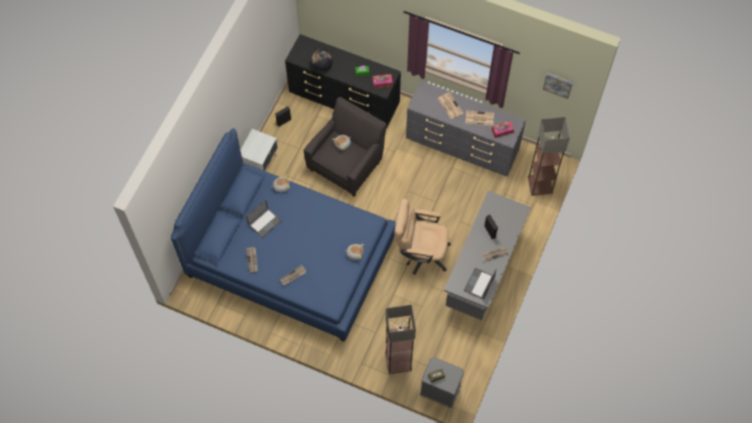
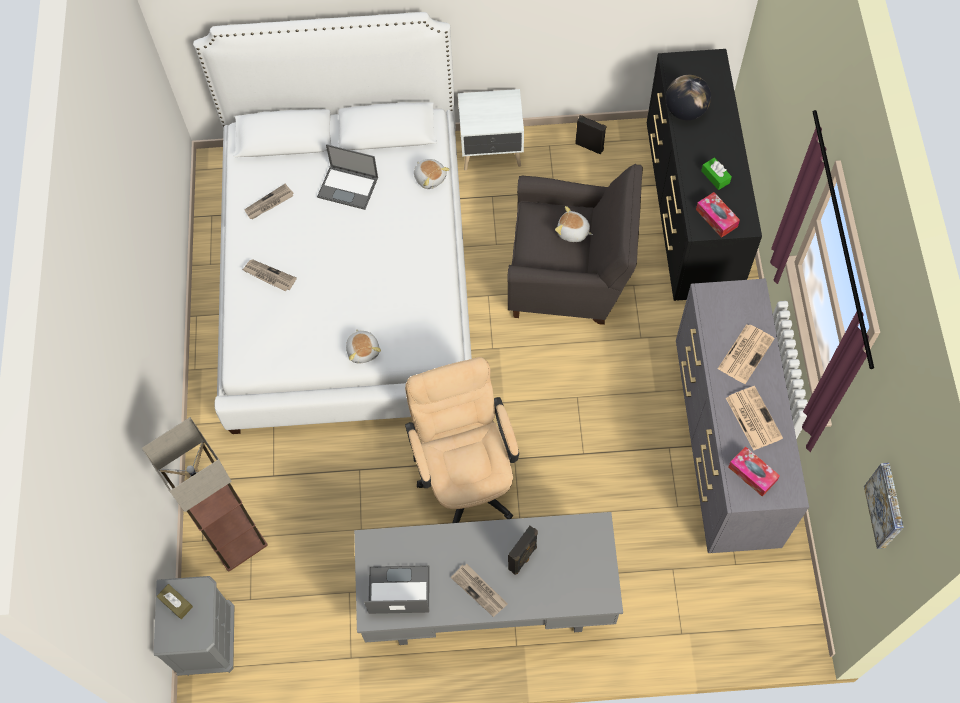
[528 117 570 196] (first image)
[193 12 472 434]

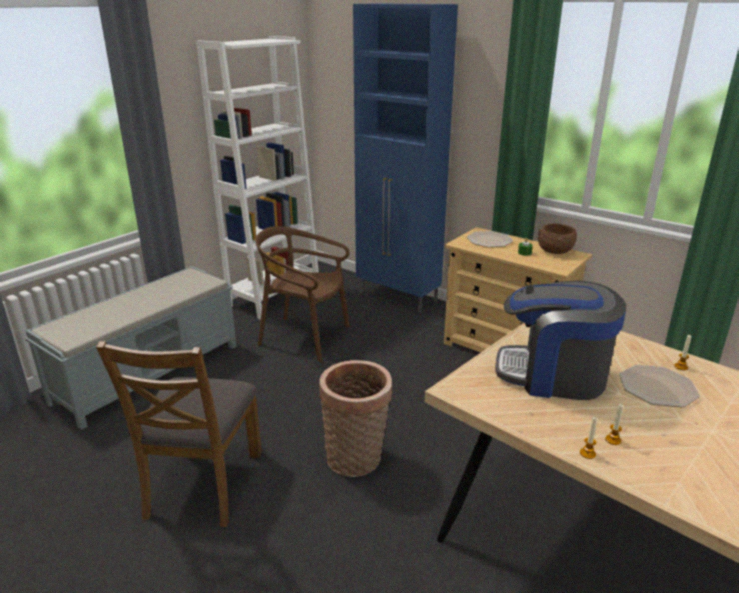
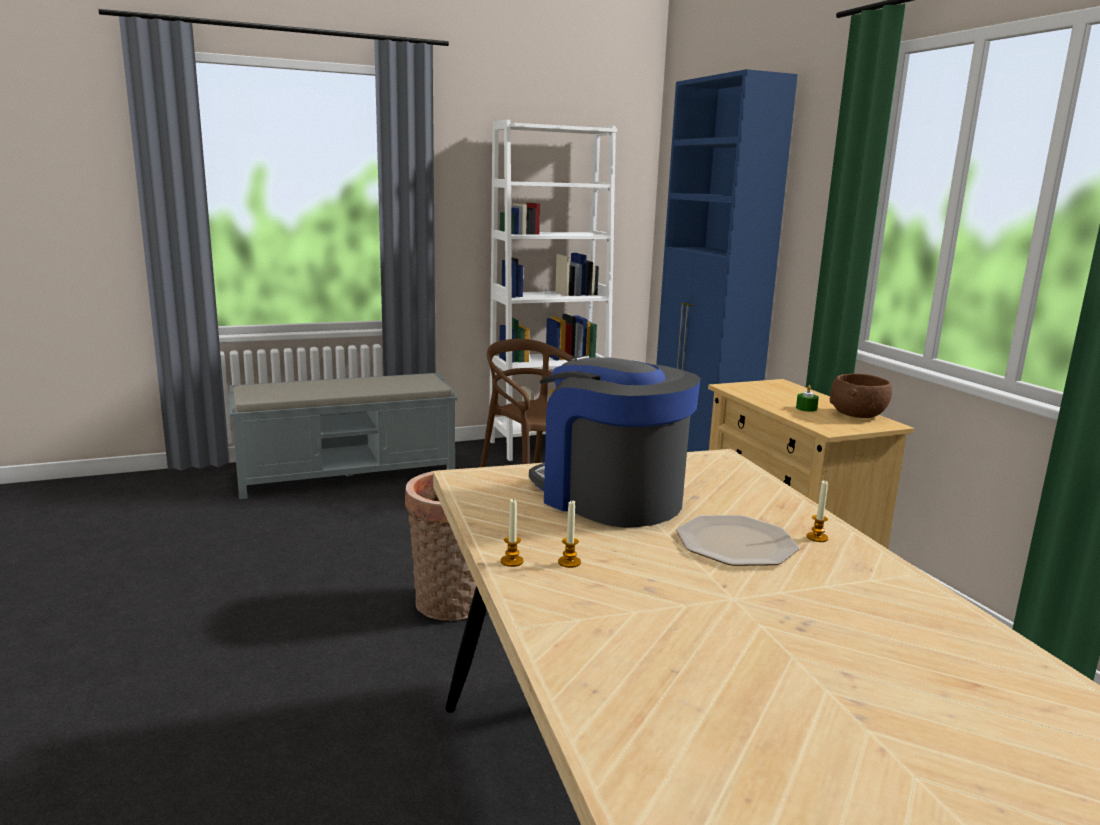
[467 231 513 247] (first image)
[96 341 262 527] (first image)

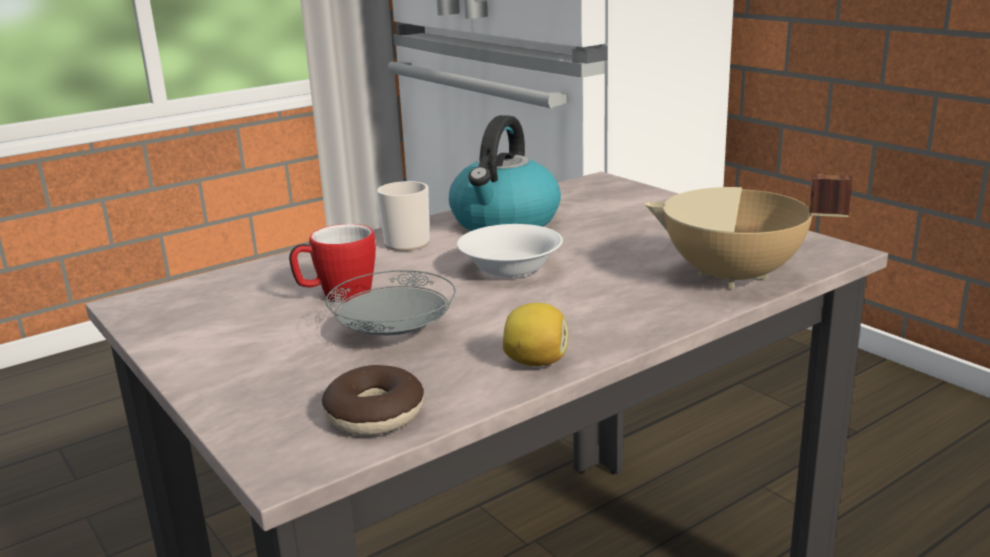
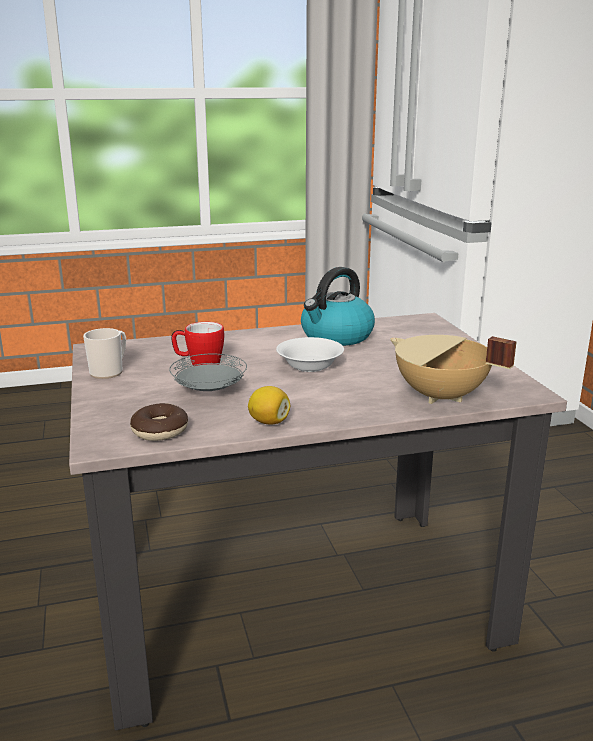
[83 328 126 379]

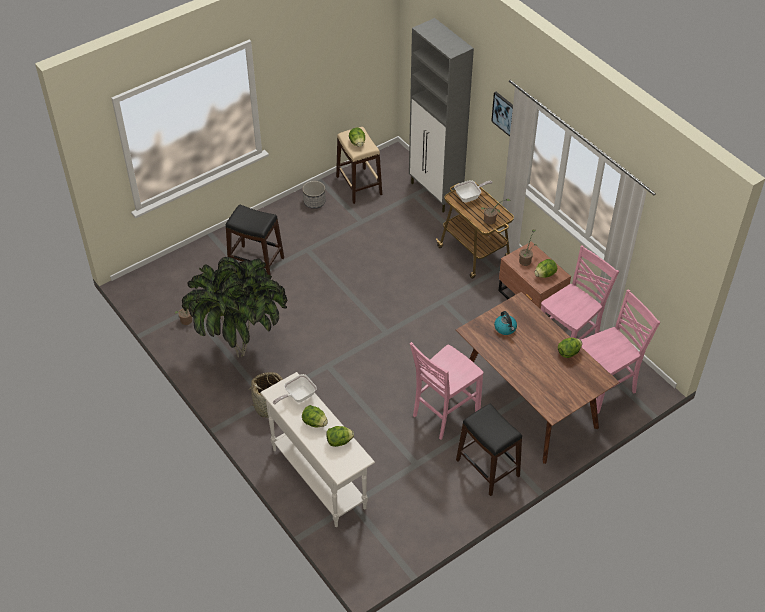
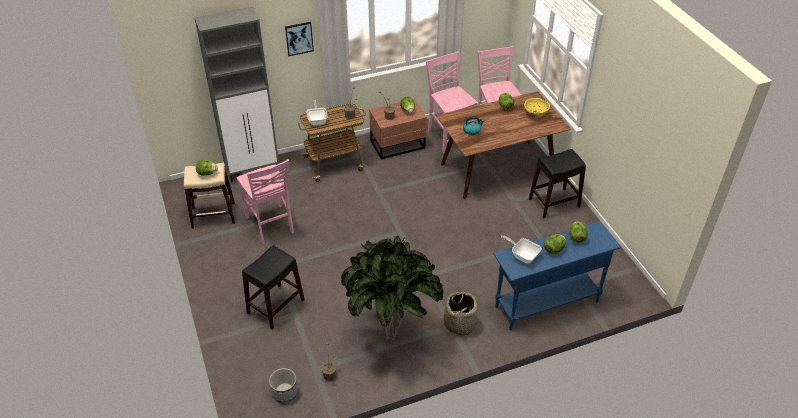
[269 368 298 402]
[237 159 294 244]
[493 221 621 331]
[501 235 542 264]
[524 98 550 117]

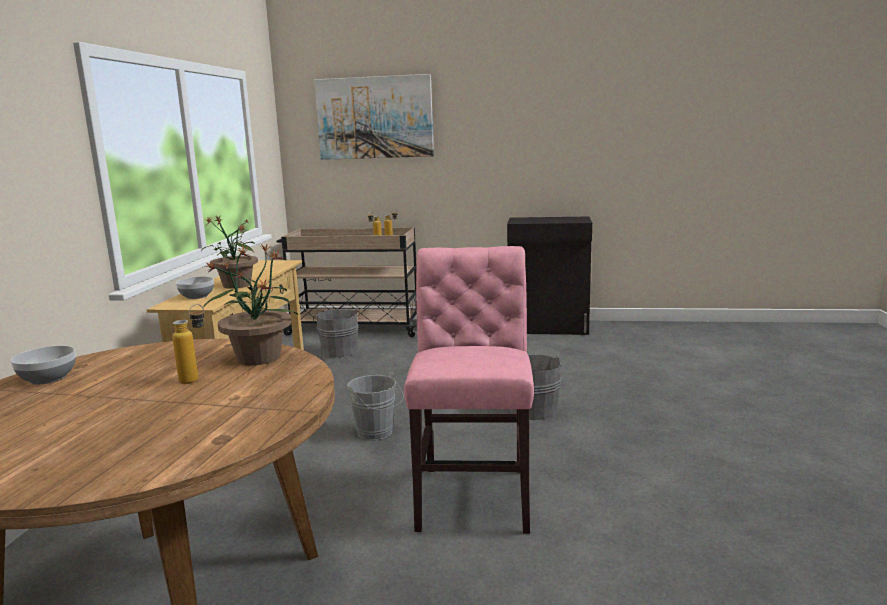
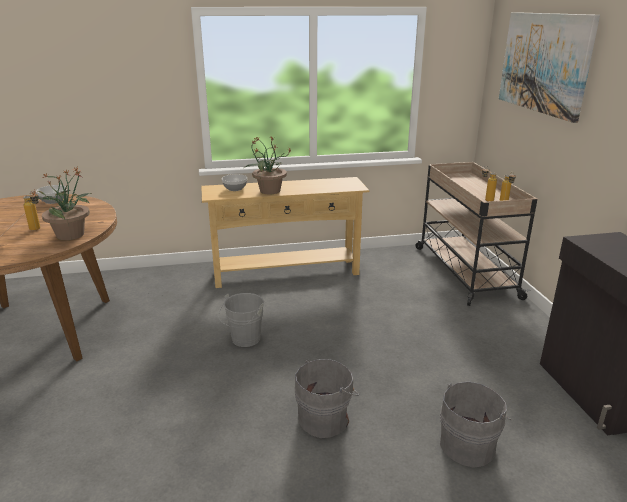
[404 246 534 534] (first image)
[440 381 512 468]

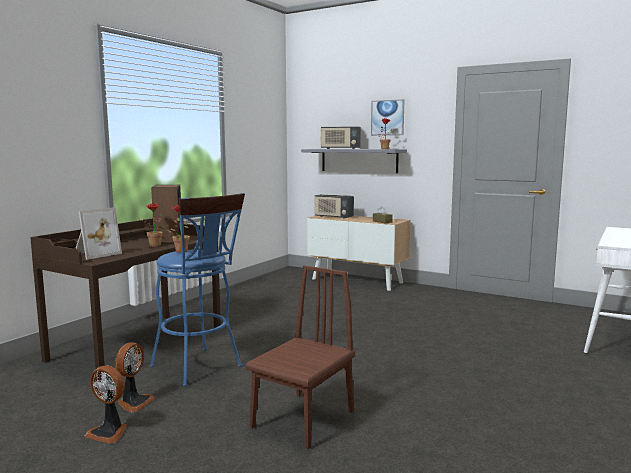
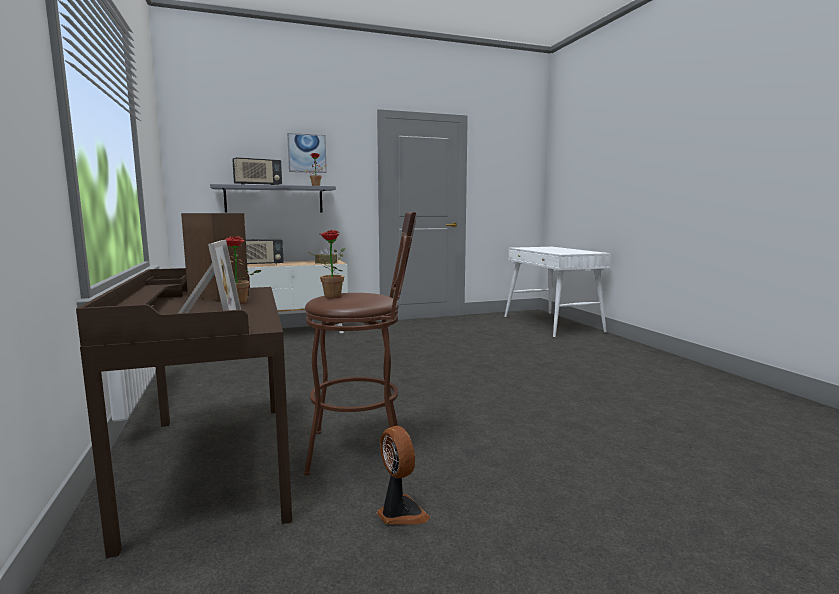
[304 212 418 476]
[246 265 355 449] (first image)
[84 365 127 444] (first image)

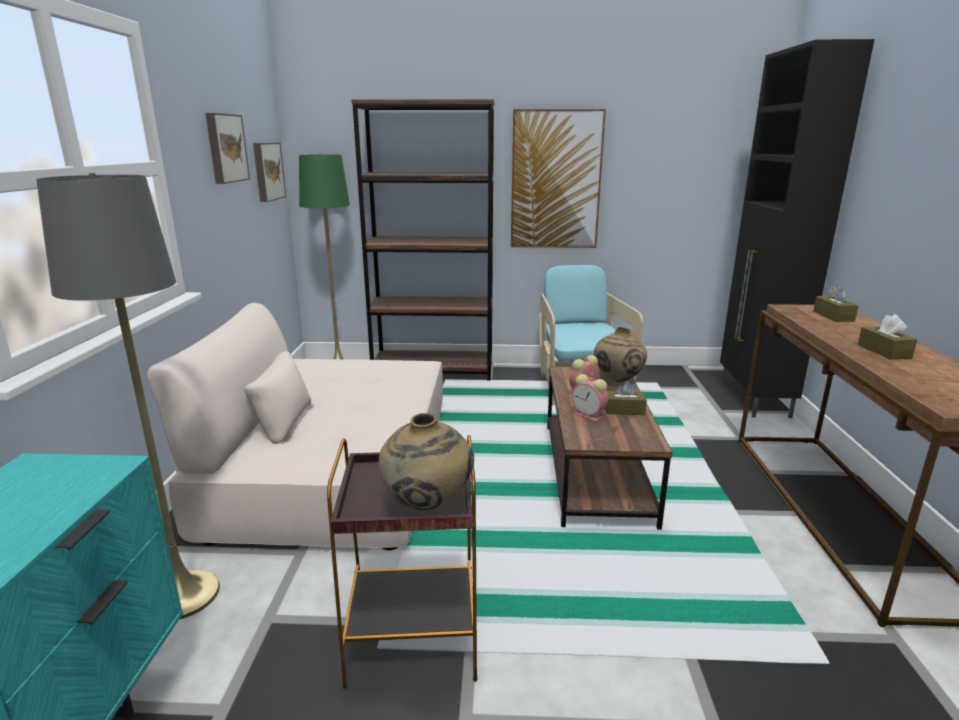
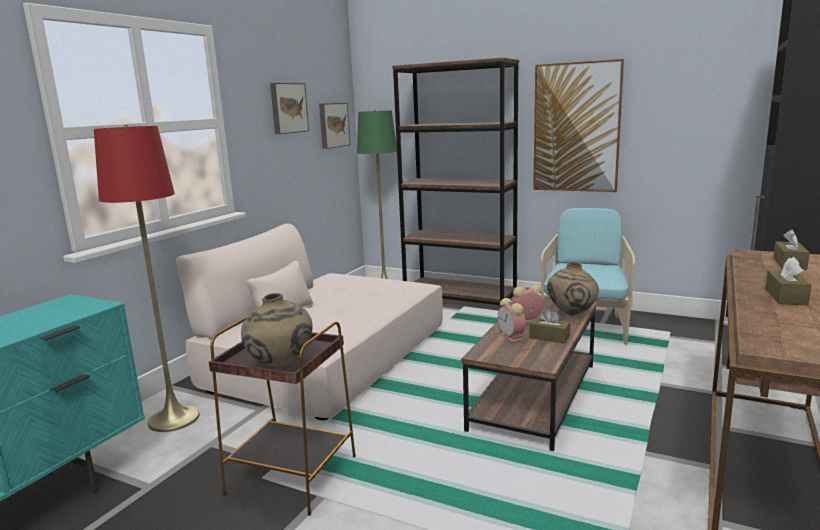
[94 125 200 432]

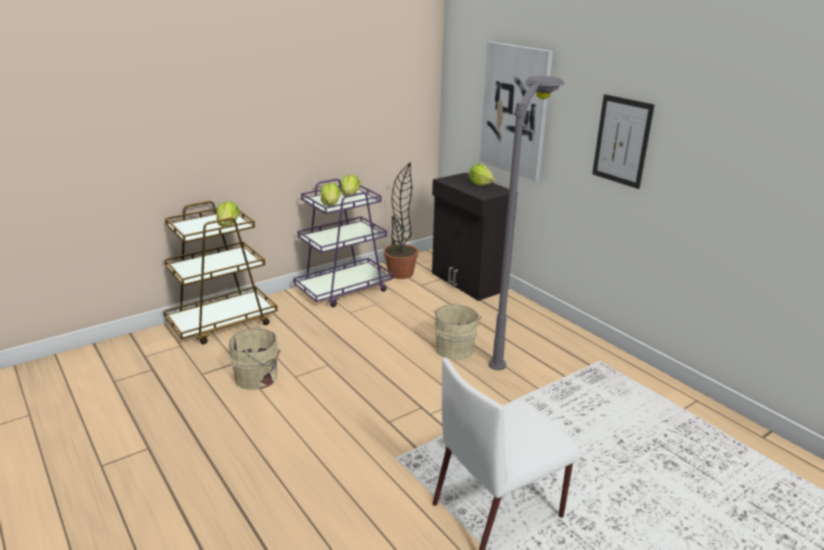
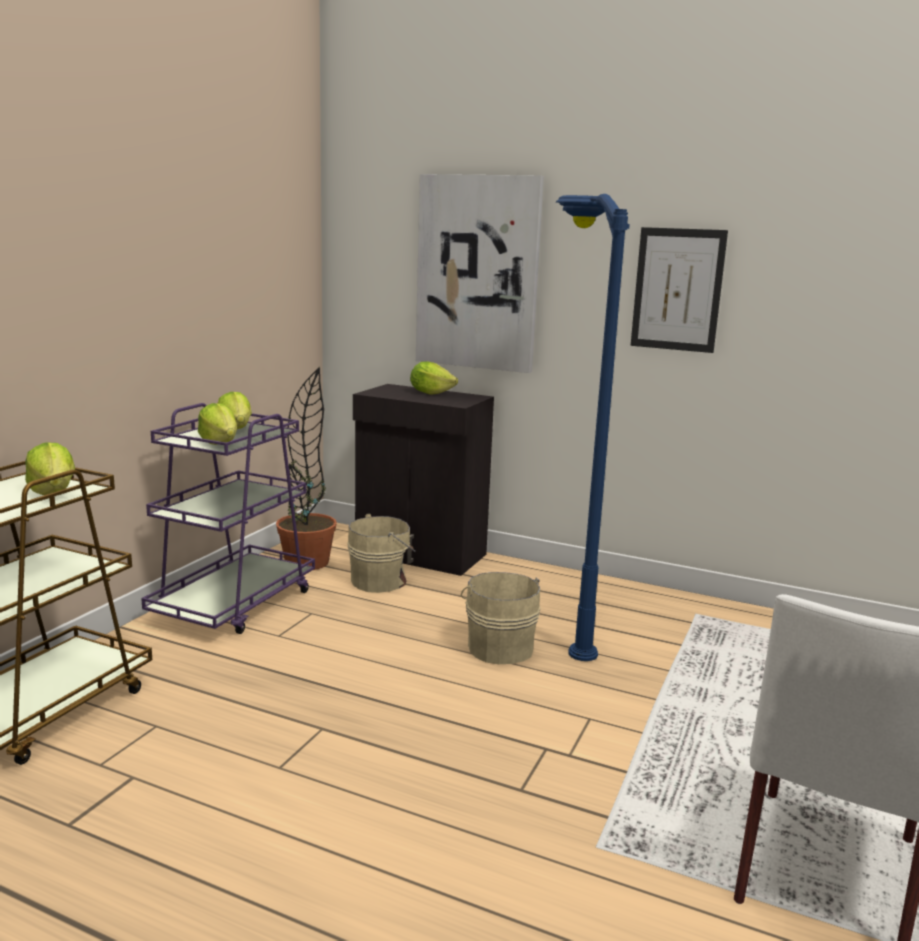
[556 194 630 661]
[347 514 416 593]

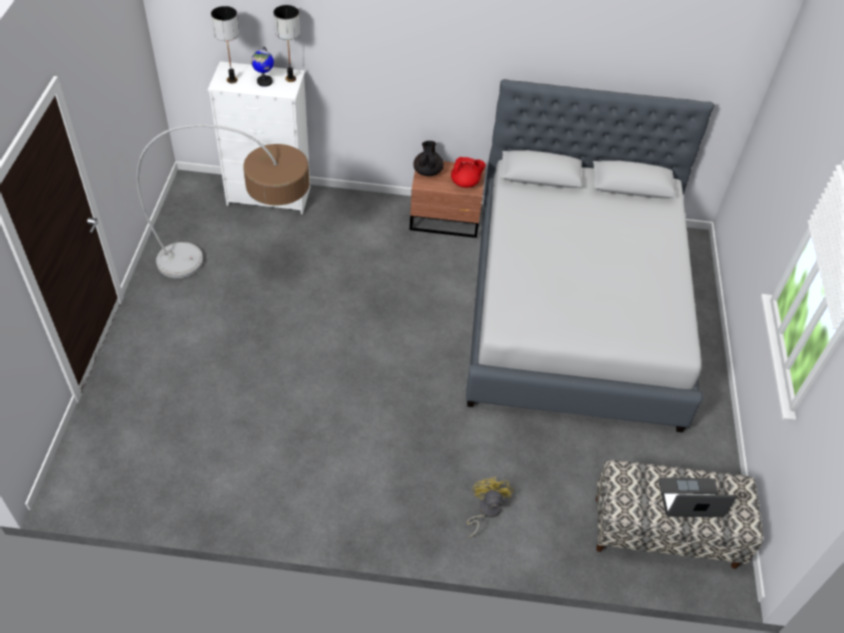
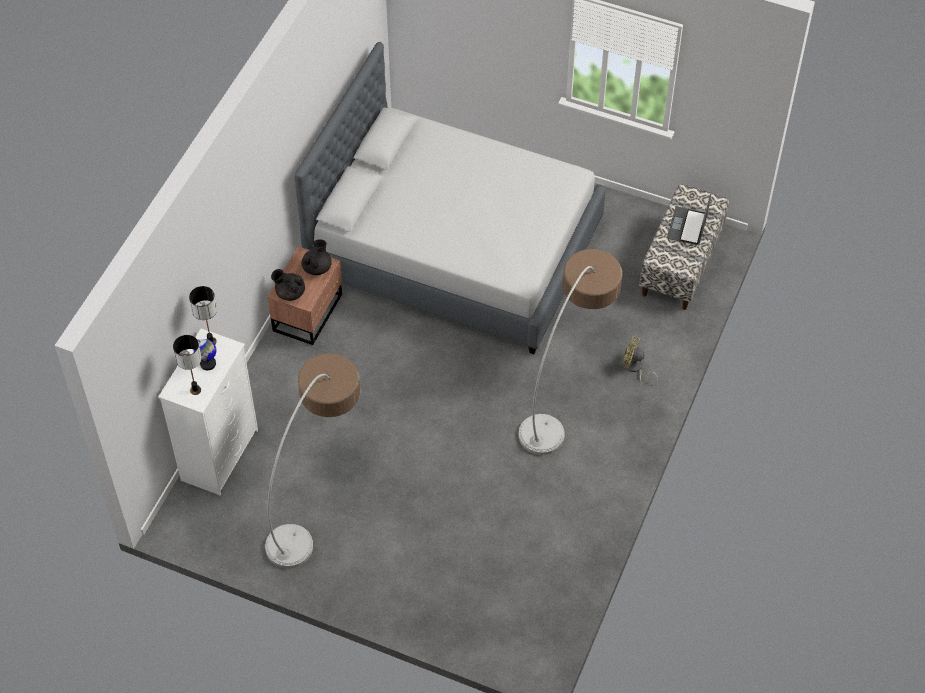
[302 239 332 275]
[519 249 622 455]

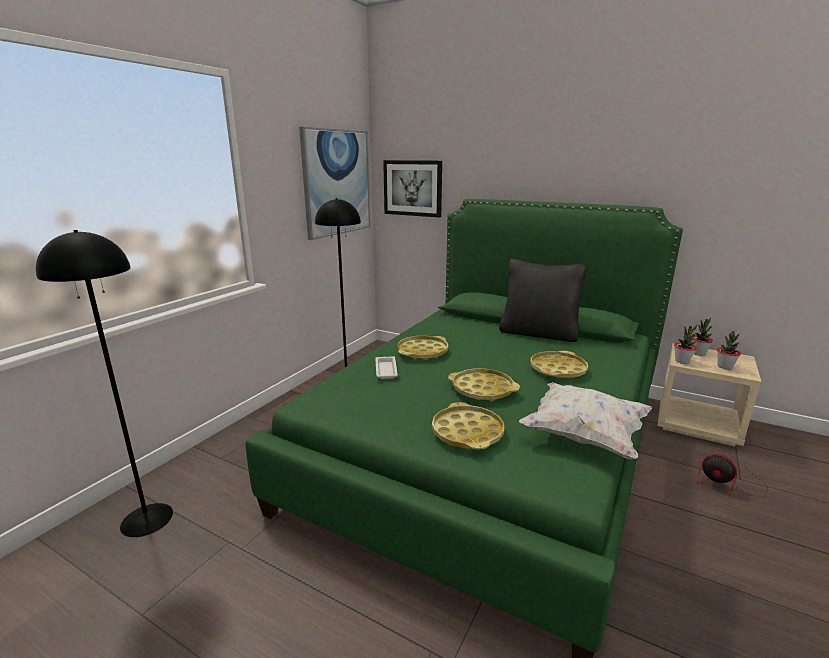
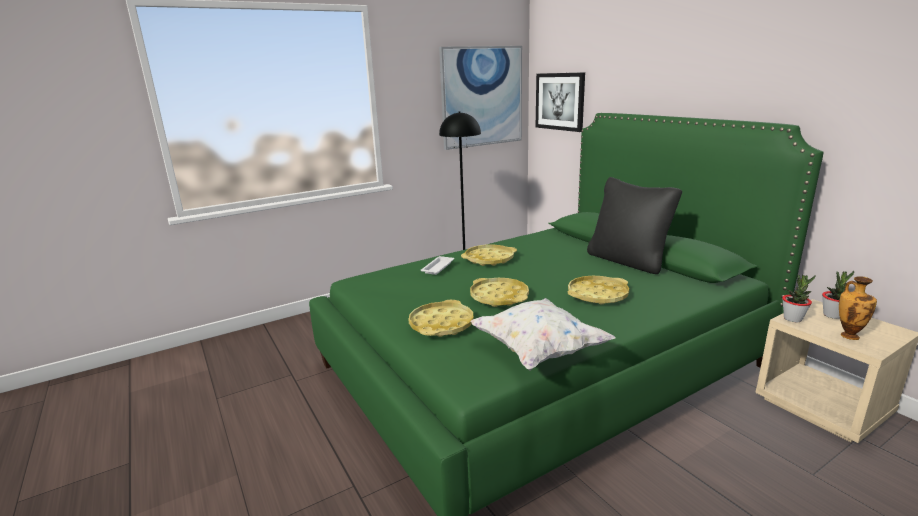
[36 230 173 537] (first image)
[839 276 877 340]
[697 454 768 498] (first image)

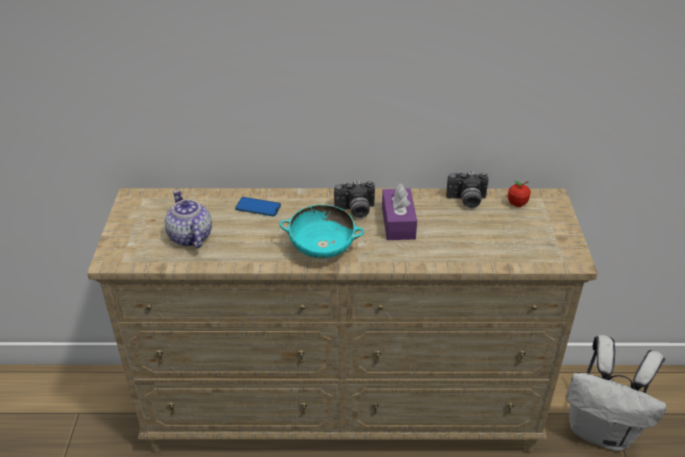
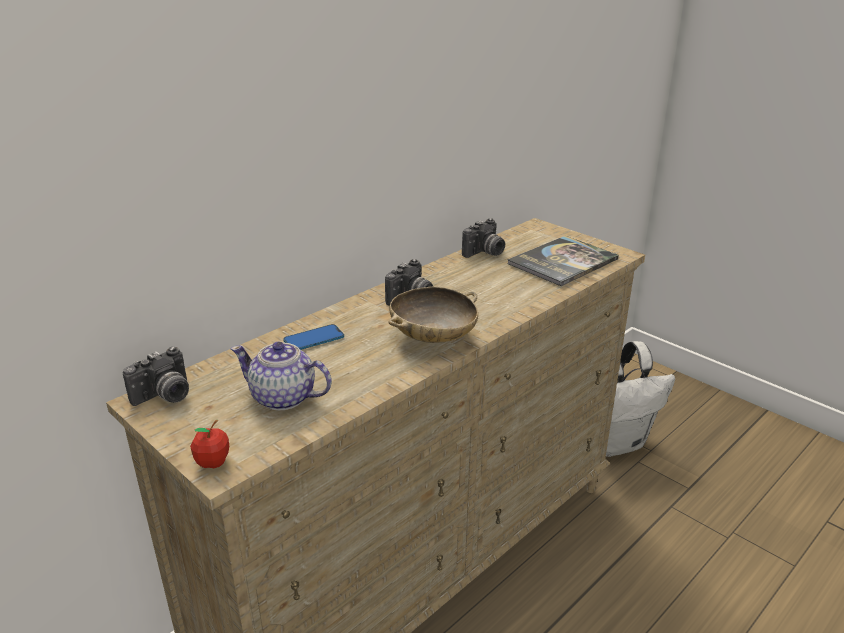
[190 420 229 468]
[382 183 417 240] (first image)
[389 287 478 343]
[507 236 619 286]
[123 347 189 406]

